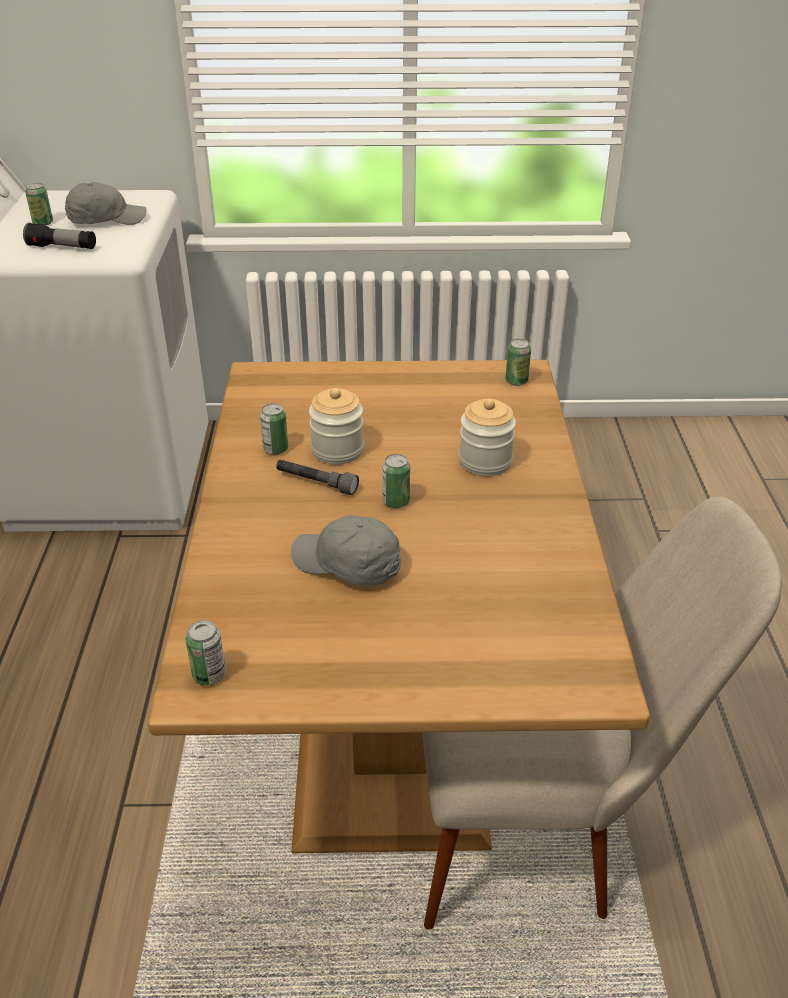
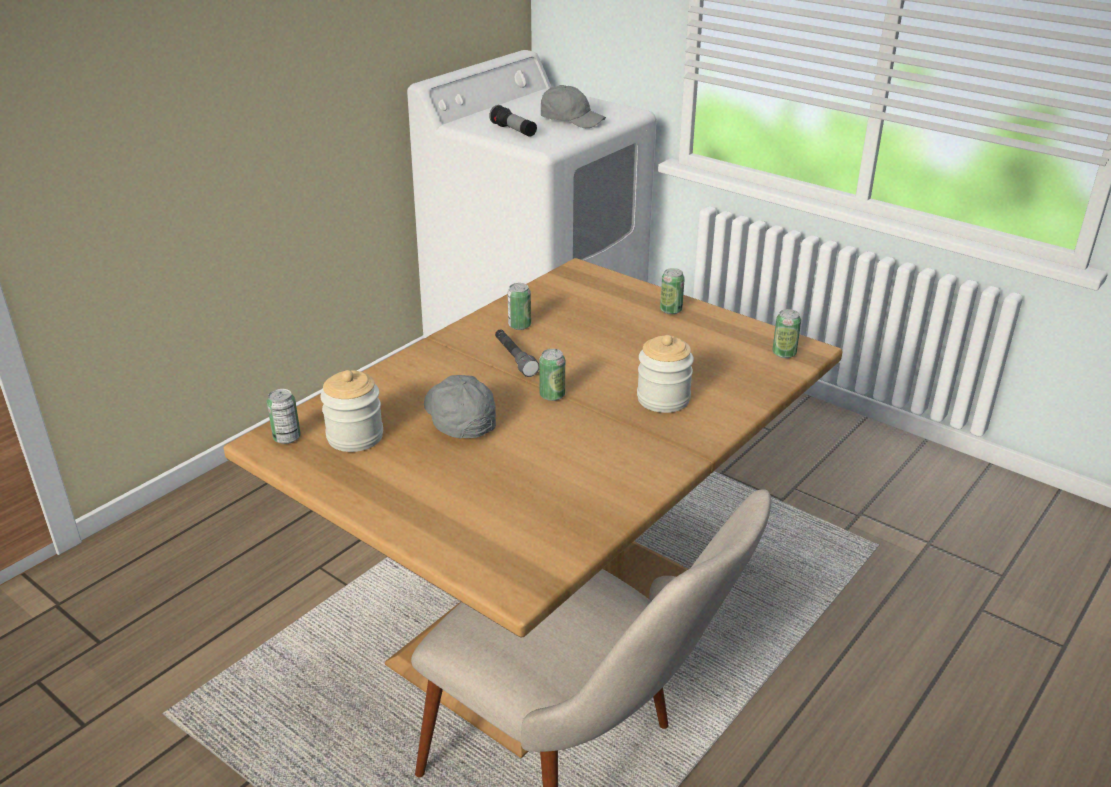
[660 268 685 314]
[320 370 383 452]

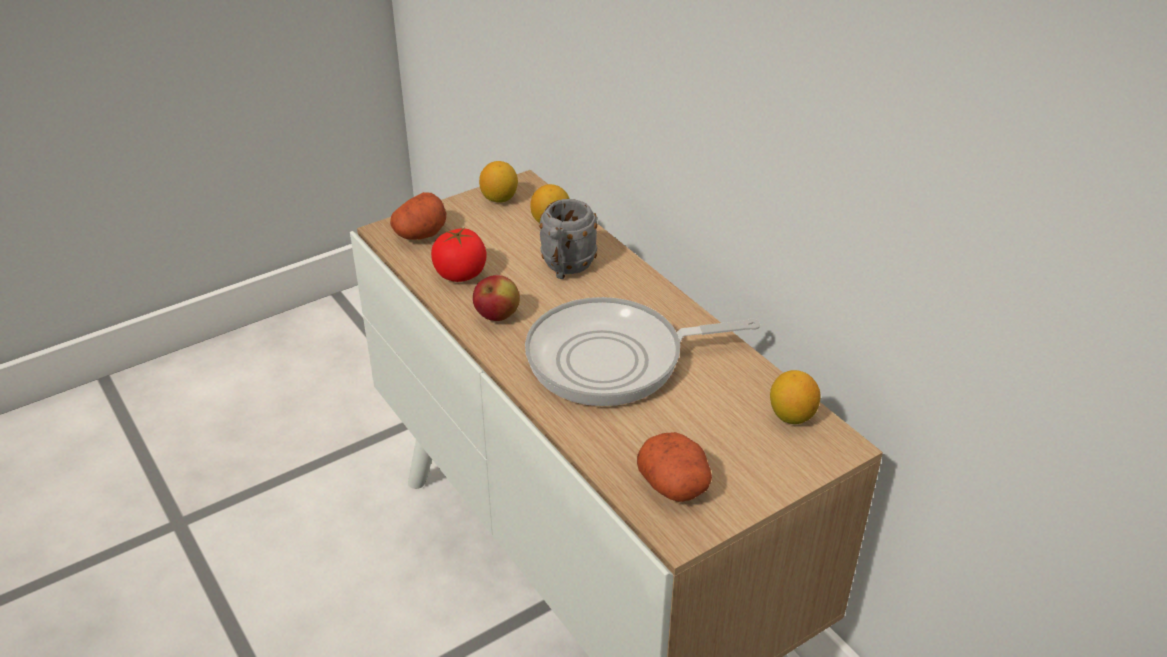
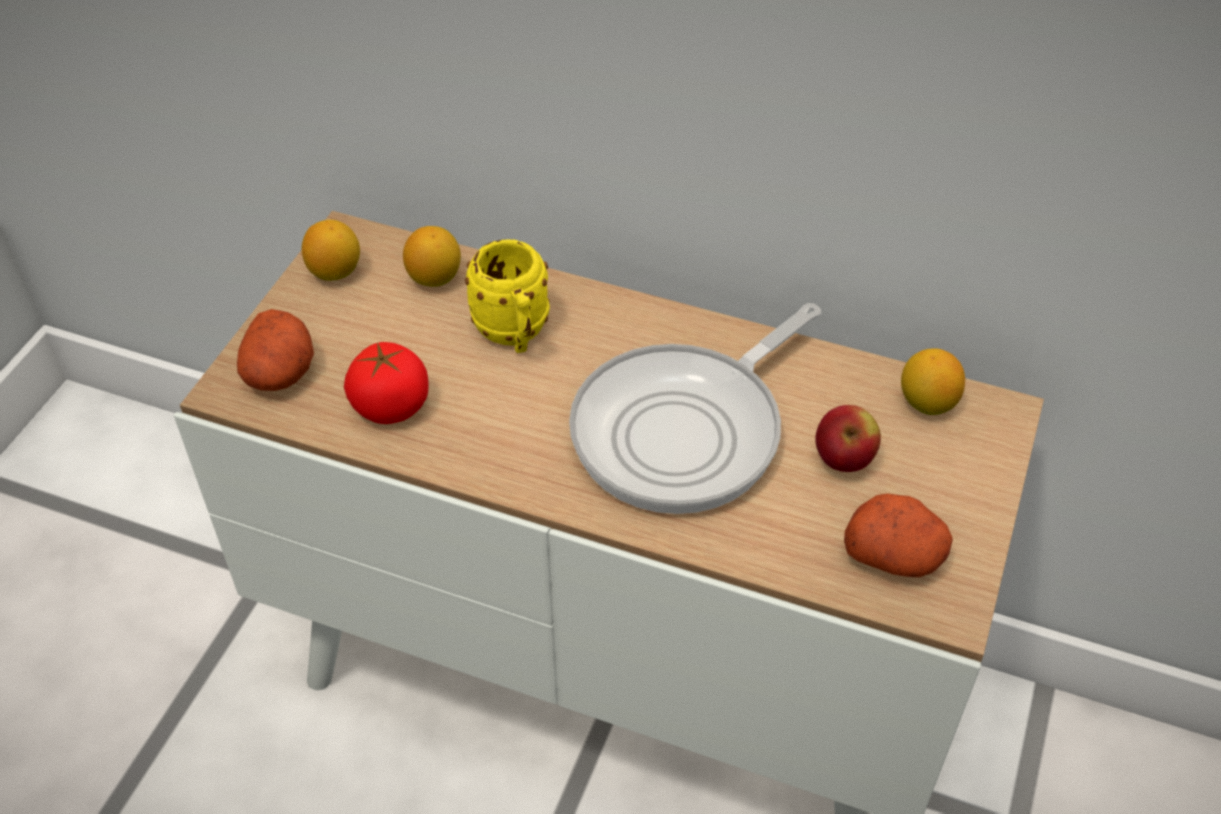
[465 240 550 353]
[815 405 881 472]

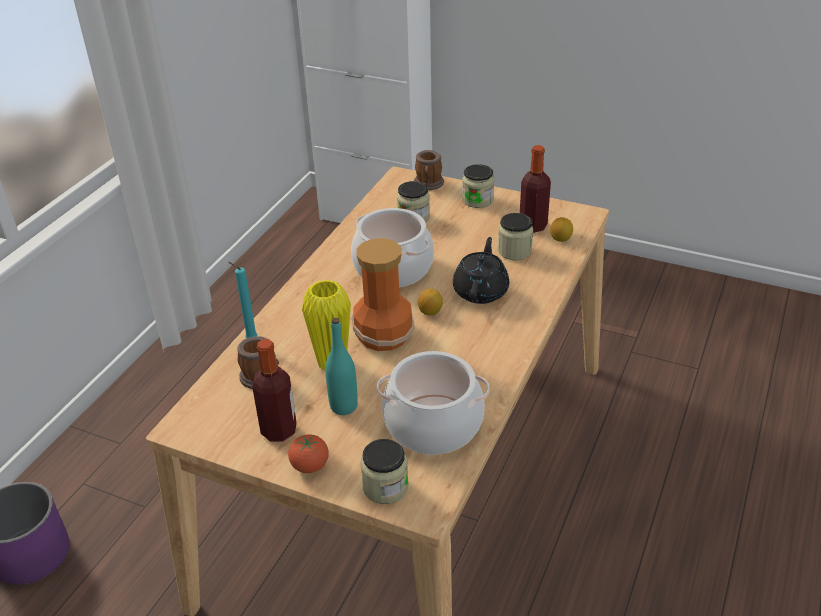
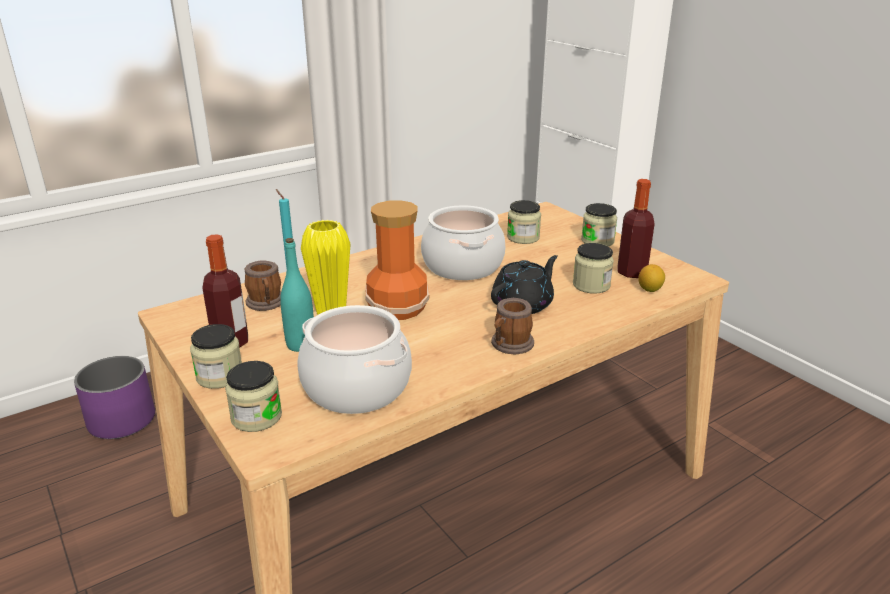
[491 298 534 354]
[418 289 443 315] (first image)
[190 324 242 389]

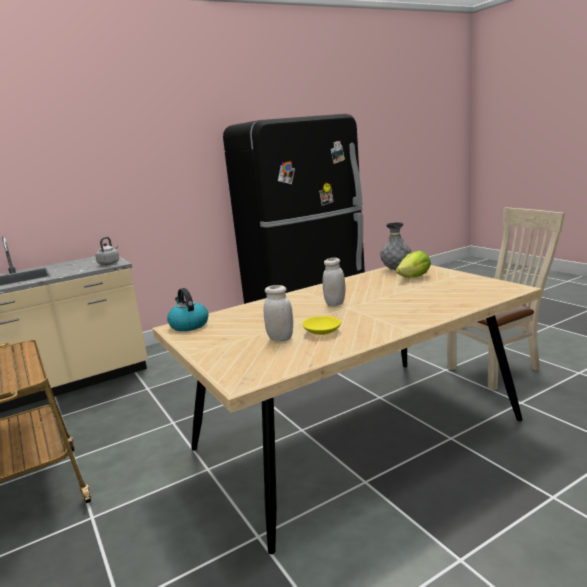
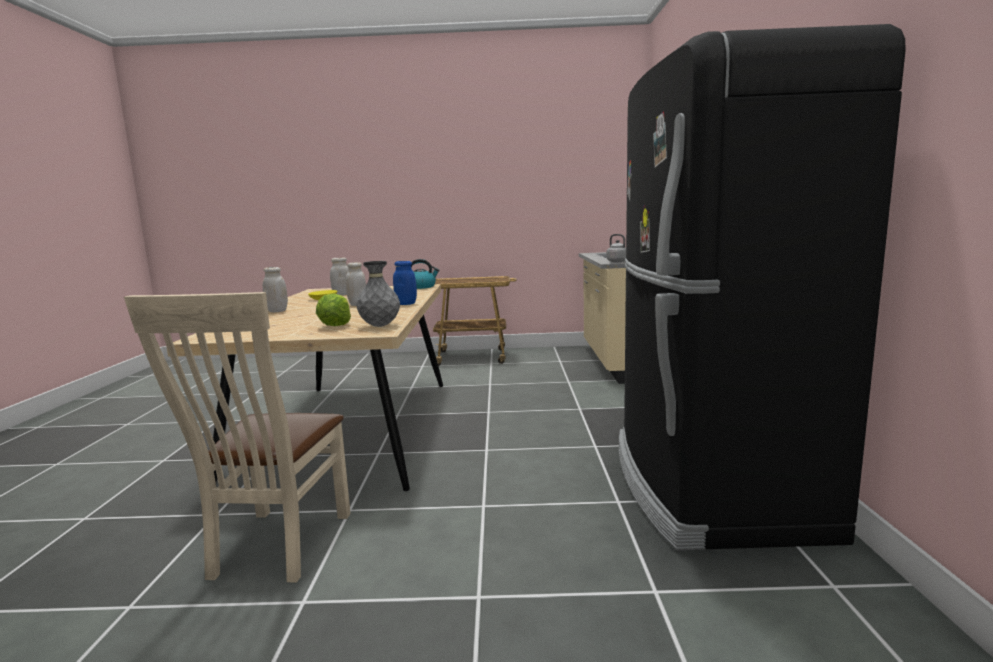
[393 261 417 305]
[263 267 288 312]

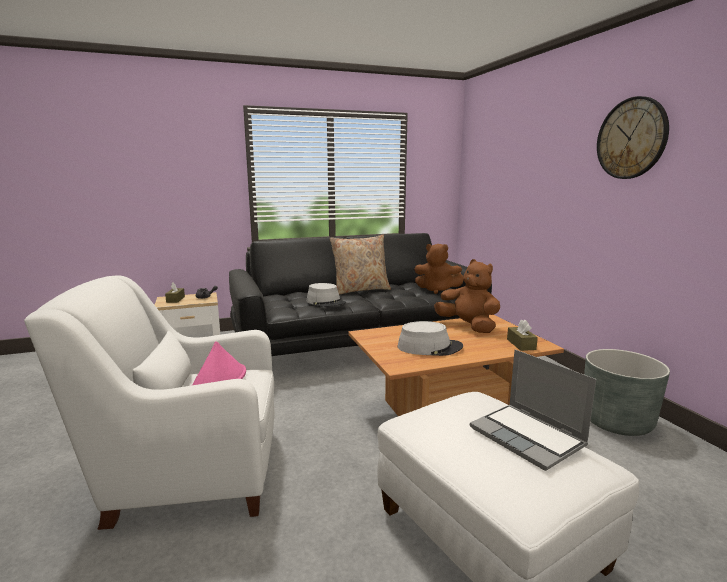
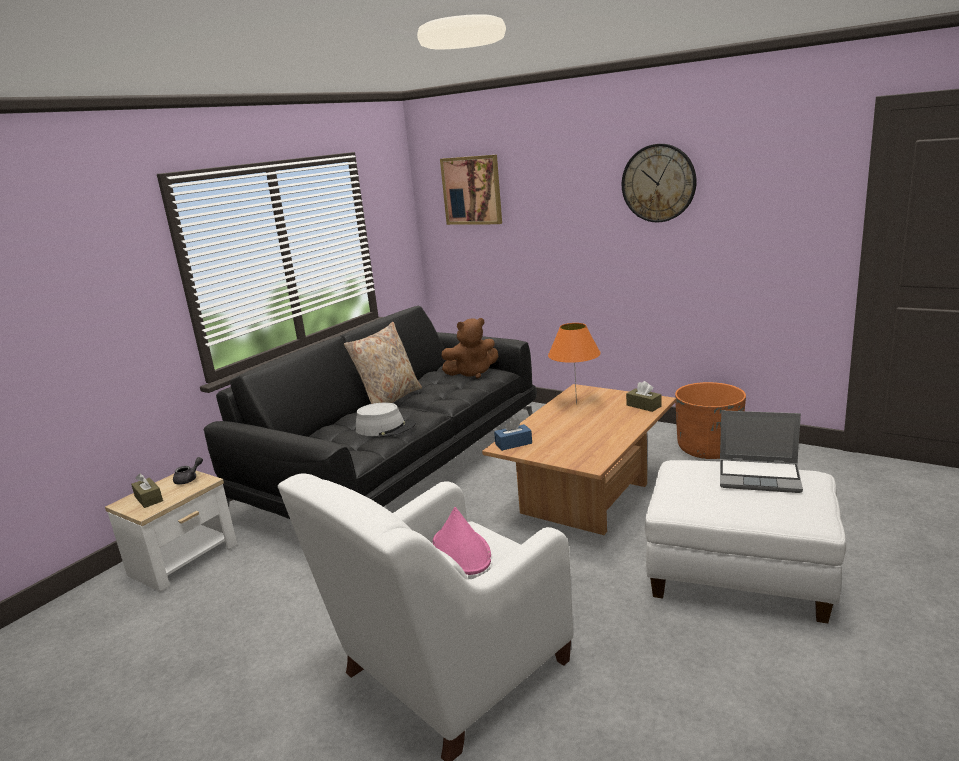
[548 323 601 405]
[397 321 463 356] (first image)
[675 382 746 459]
[440 155 502 225]
[494 418 532 451]

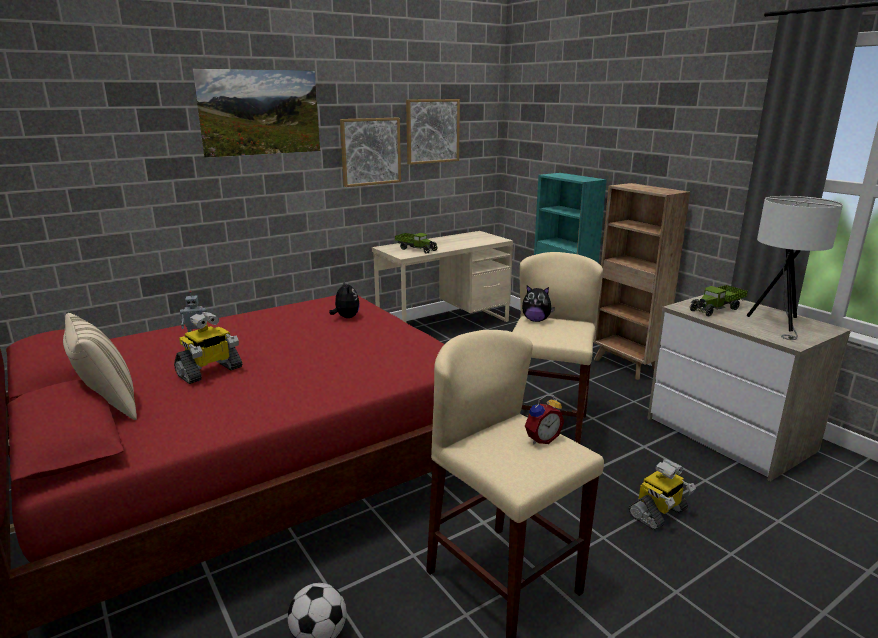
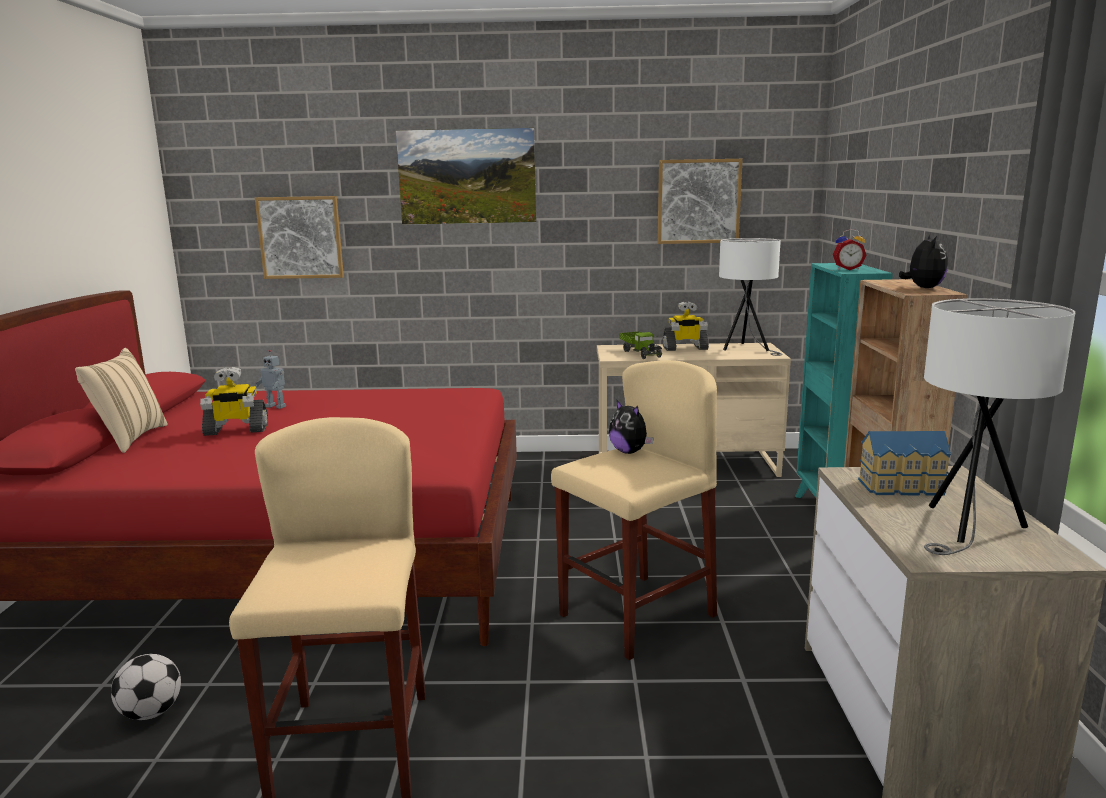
[255 196 344 279]
[899 234 948 288]
[858 431 951 495]
[832 229 866 270]
[663 302 709 351]
[719 238 782 356]

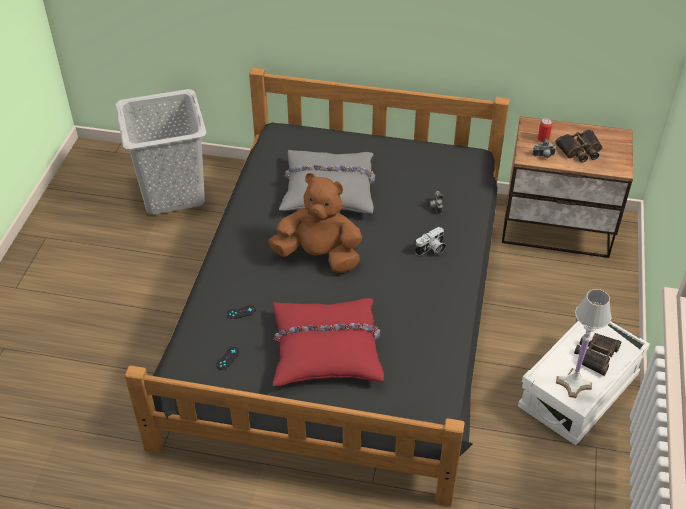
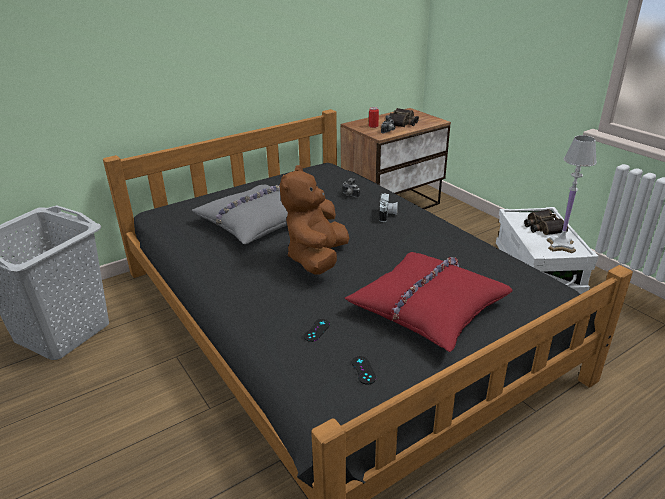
[279 165 349 275]

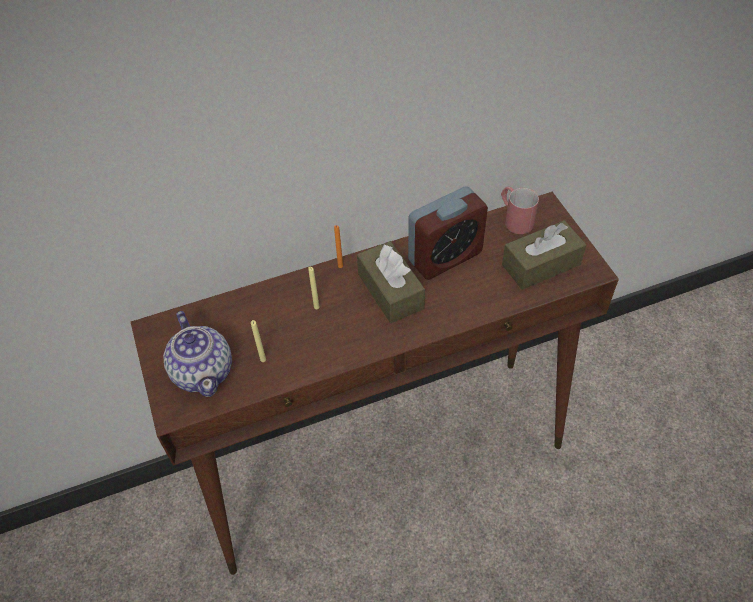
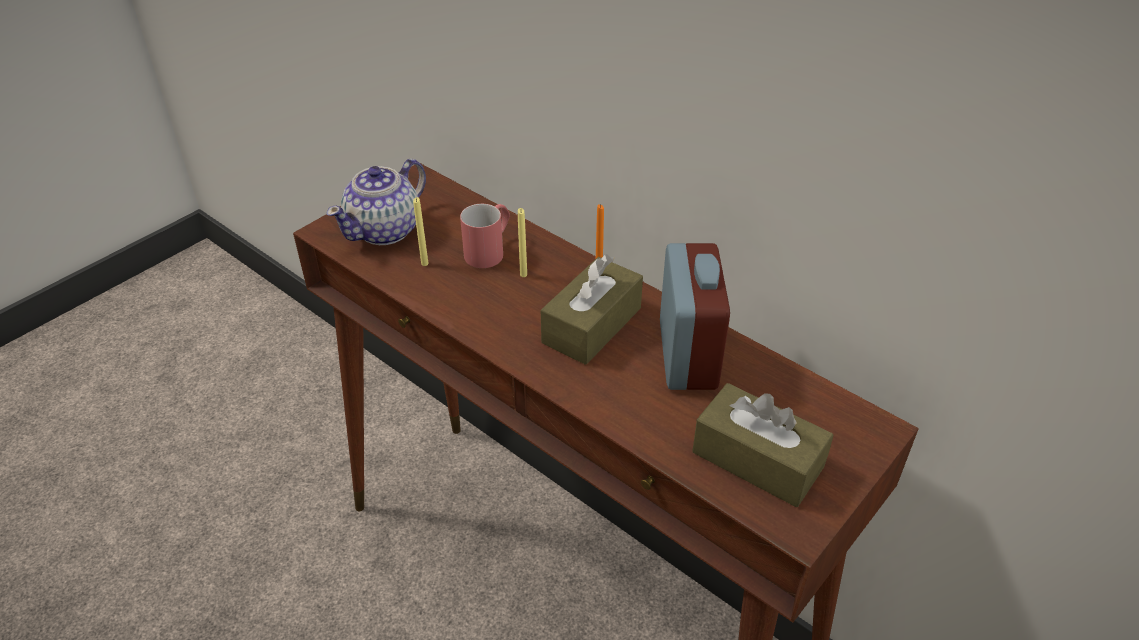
[660 243 730 390]
[460 204 510 268]

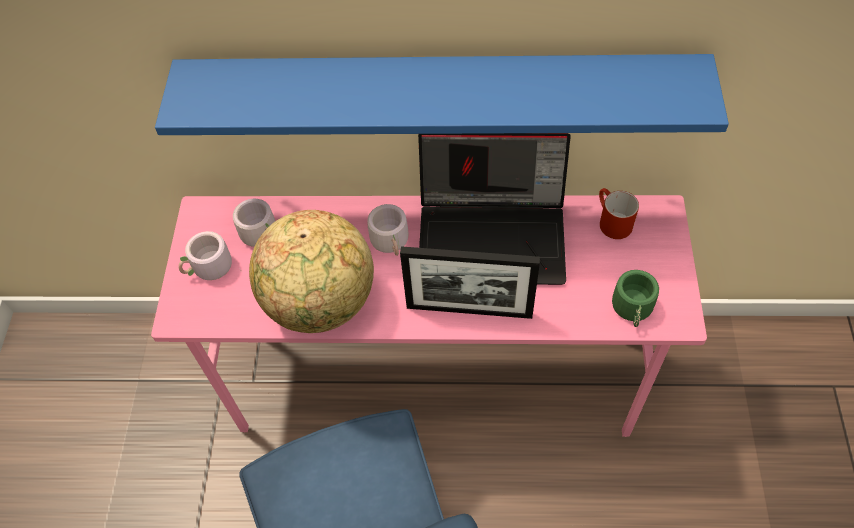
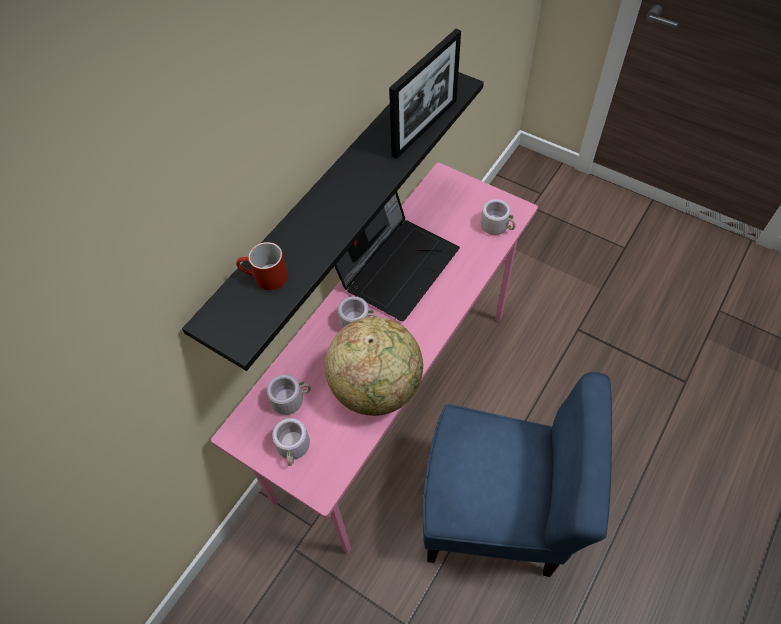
[182 72 484 371]
[236 242 288 291]
[389 29 461 159]
[480 199 516 235]

